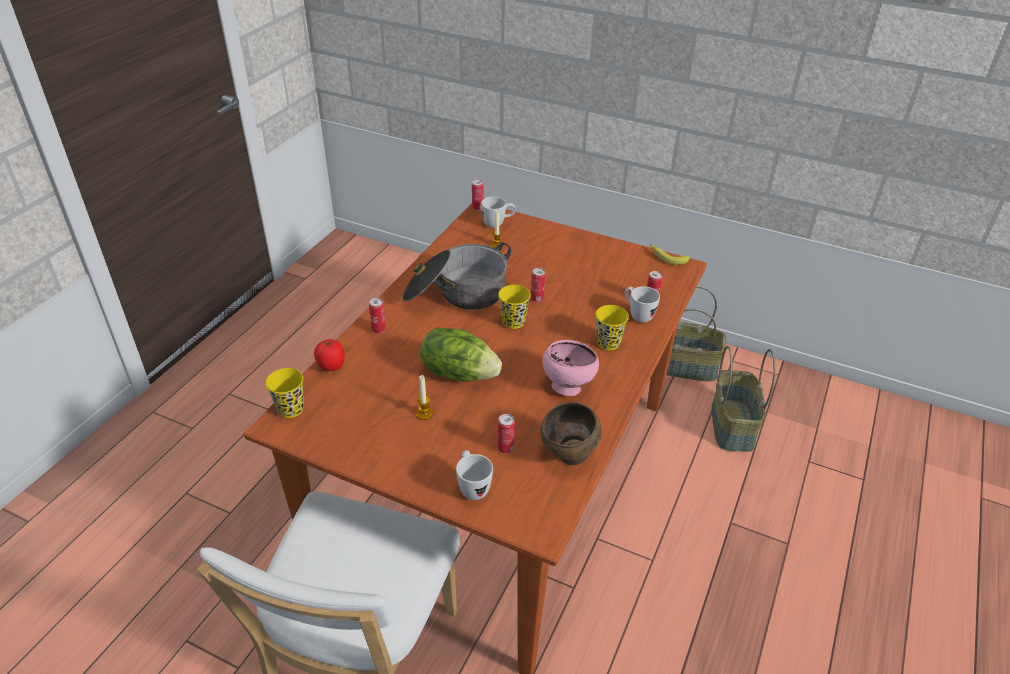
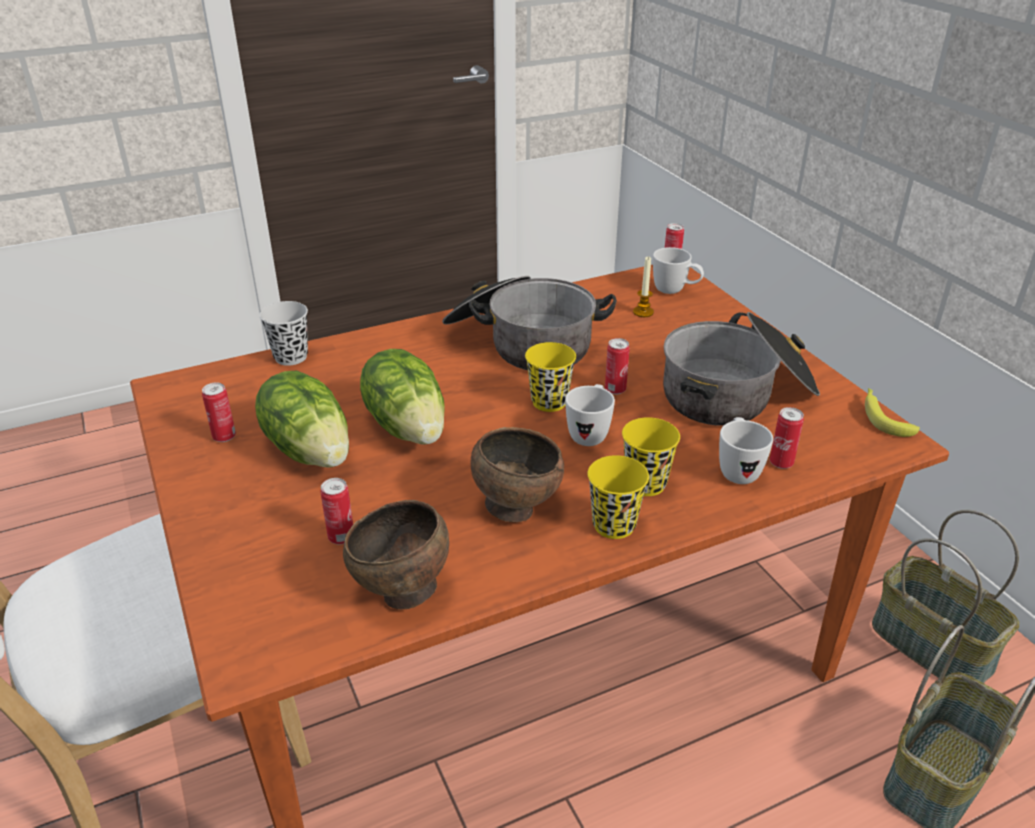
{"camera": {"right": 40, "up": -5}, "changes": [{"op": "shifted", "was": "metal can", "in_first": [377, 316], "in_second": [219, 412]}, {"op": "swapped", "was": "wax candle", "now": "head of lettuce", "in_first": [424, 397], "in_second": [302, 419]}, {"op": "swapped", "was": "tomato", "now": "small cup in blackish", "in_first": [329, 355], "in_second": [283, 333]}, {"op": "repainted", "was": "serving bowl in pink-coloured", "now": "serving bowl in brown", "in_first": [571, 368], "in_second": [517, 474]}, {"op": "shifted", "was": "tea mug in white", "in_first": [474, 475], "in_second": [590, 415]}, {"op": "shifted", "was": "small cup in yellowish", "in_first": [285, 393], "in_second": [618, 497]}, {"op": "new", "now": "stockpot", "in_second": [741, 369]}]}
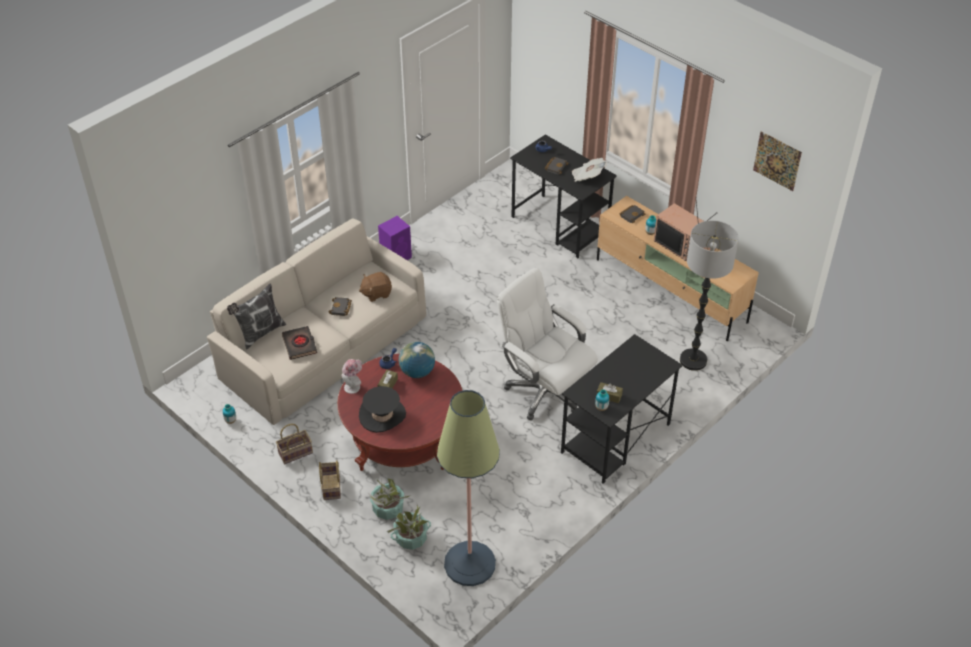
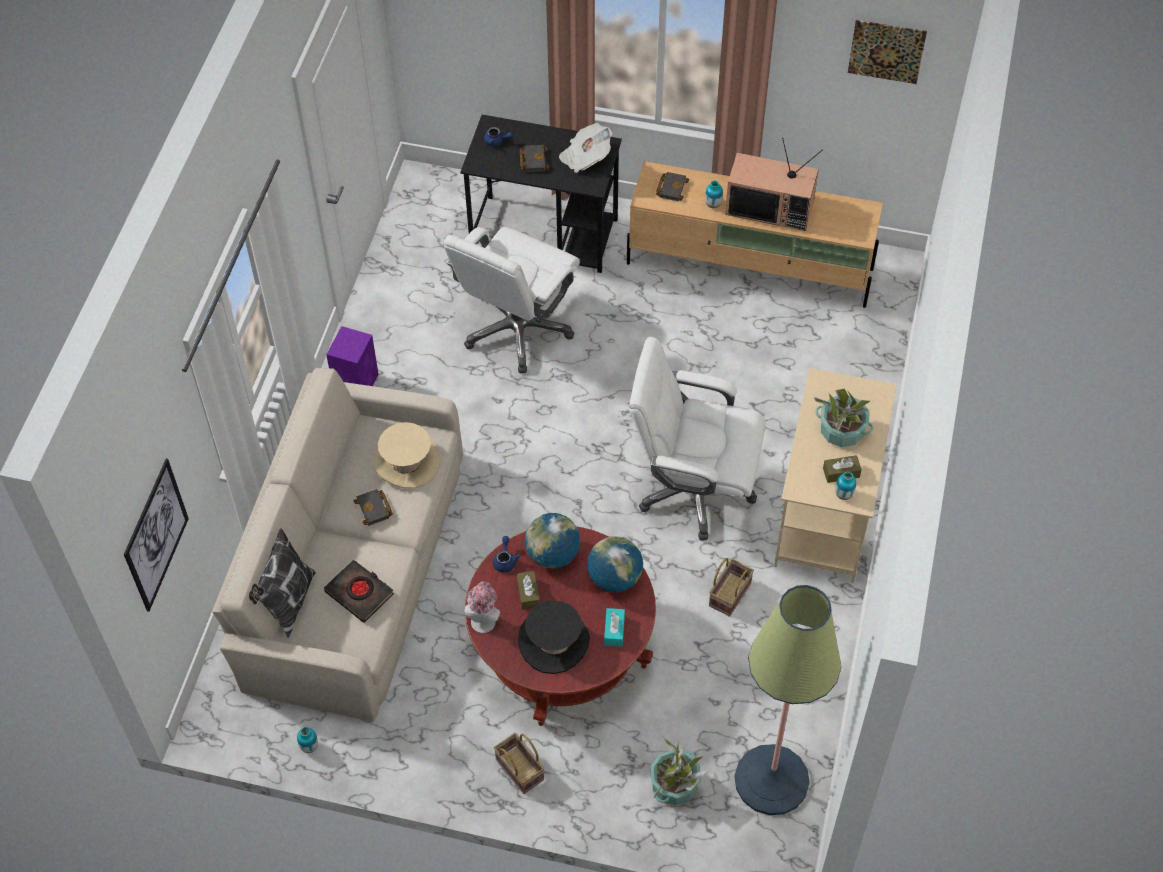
{"camera": {"right": -30, "up": 10}, "changes": [{"op": "new", "now": "picture", "in_second": [156, 535]}, {"op": "swapped", "was": "plush toy in brown", "now": "wearable hat in beige-coloured", "in_first": [375, 287], "in_second": [407, 455]}, {"op": "new", "now": "desk chair in white", "in_second": [512, 300]}, {"op": "new", "now": "world globe", "in_second": [615, 564]}, {"op": "new", "now": "box of tissues in turquoise", "in_second": [614, 627]}, {"op": "shifted", "was": "storage basket", "in_first": [294, 444], "in_second": [731, 587]}, {"op": "repainted", "was": "desk table in blackish", "now": "desk table in beige-coloured", "in_first": [622, 409], "in_second": [835, 475]}, {"op": "shifted", "was": "plant in a pot", "in_first": [389, 499], "in_second": [843, 418]}, {"op": "gone", "was": "standing lamp", "in_first": [709, 295]}]}
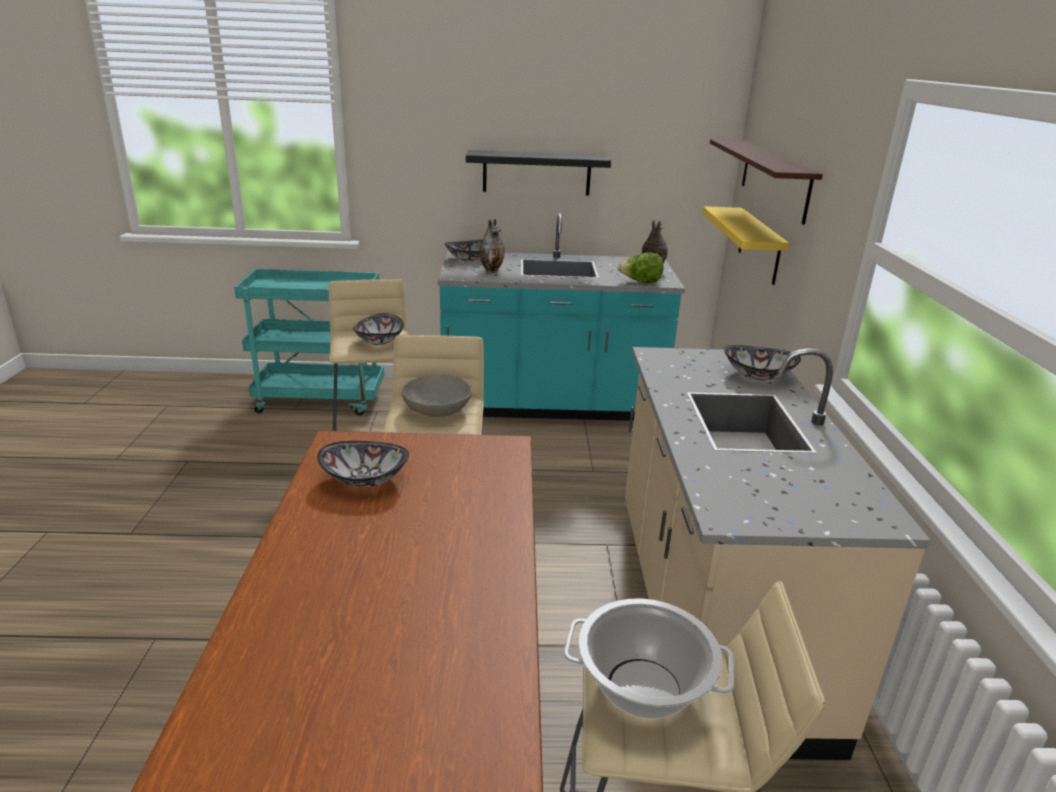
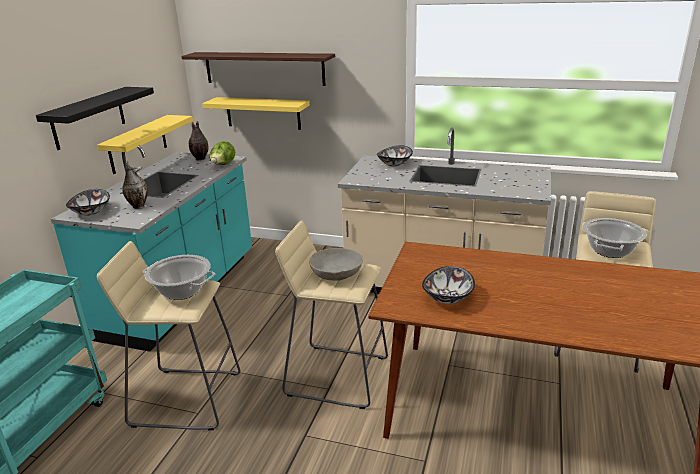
{"camera": {"right": -70, "up": 0}, "changes": [{"op": "new", "now": "wall shelf in yellowish", "in_second": [145, 144]}, {"op": "swapped", "was": "serving bowl", "now": "stockpot", "in_first": [378, 329], "in_second": [179, 277]}]}
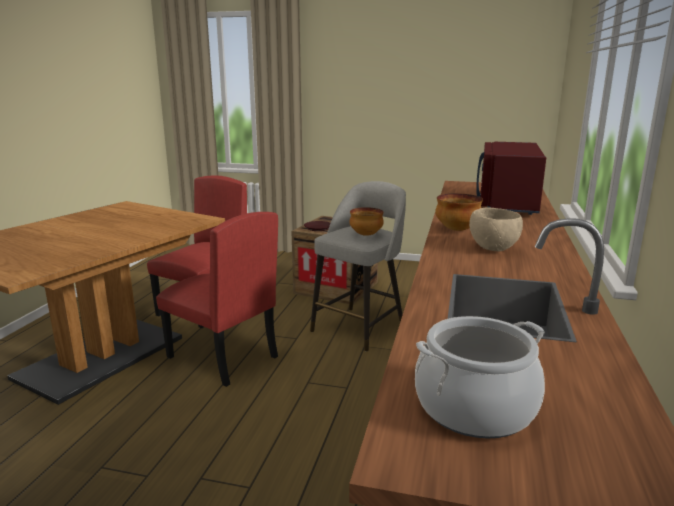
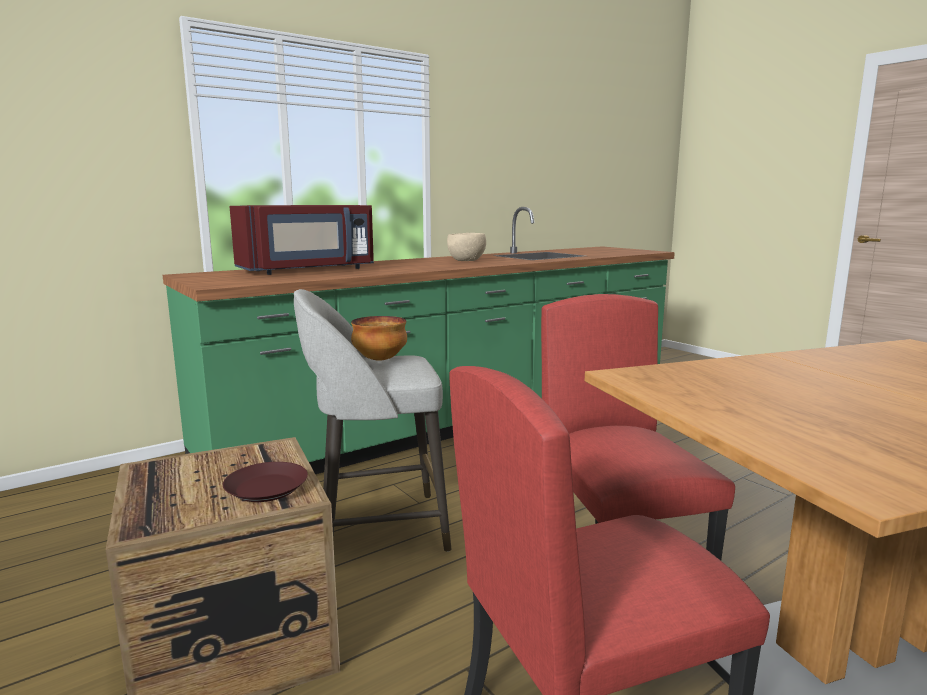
{"camera": {"right": -140, "up": -5}, "changes": [{"op": "gone", "was": "stockpot", "in_first": [480, 377]}, {"op": "gone", "was": "serving bowl", "in_first": [459, 212]}]}
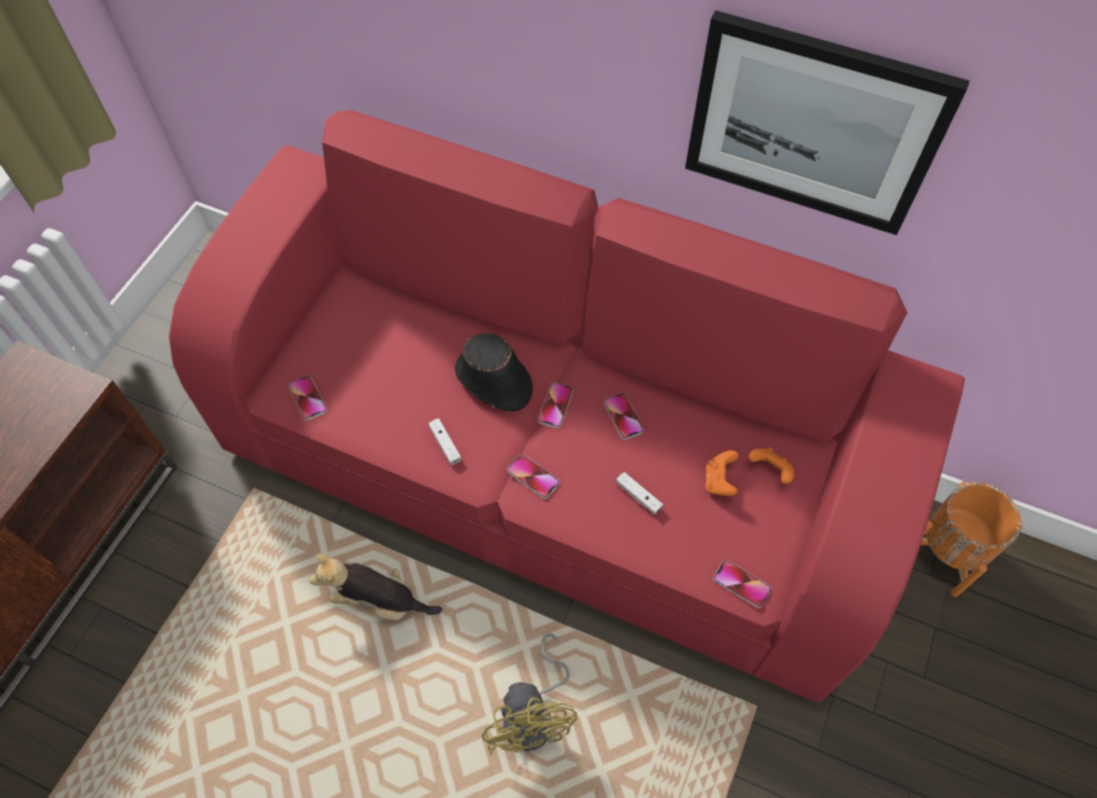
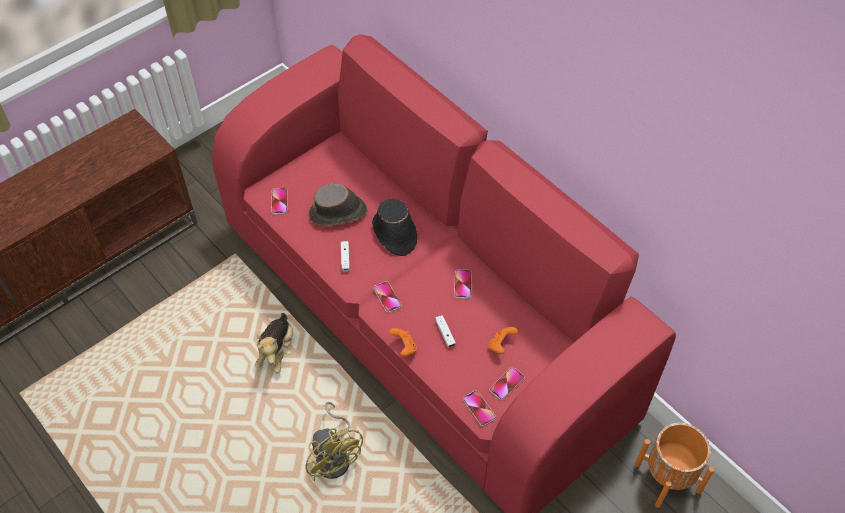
{"camera": {"right": 25, "up": -5}, "changes": [{"op": "rotated", "was": "plush toy", "in_first": [375, 587], "in_second": [274, 343], "clockwise": -120}, {"op": "rotated", "was": "electric fan in yellowish", "in_first": [529, 694], "in_second": [334, 441], "clockwise": -45}, {"op": "new", "now": "wearable hat in brown", "in_second": [338, 204]}, {"op": "shifted", "was": "gamepad in orange-coloured", "in_first": [771, 465], "in_second": [403, 342]}, {"op": "shifted", "was": "handset", "in_first": [556, 405], "in_second": [506, 383]}, {"op": "gone", "was": "picture", "in_first": [827, 122]}]}
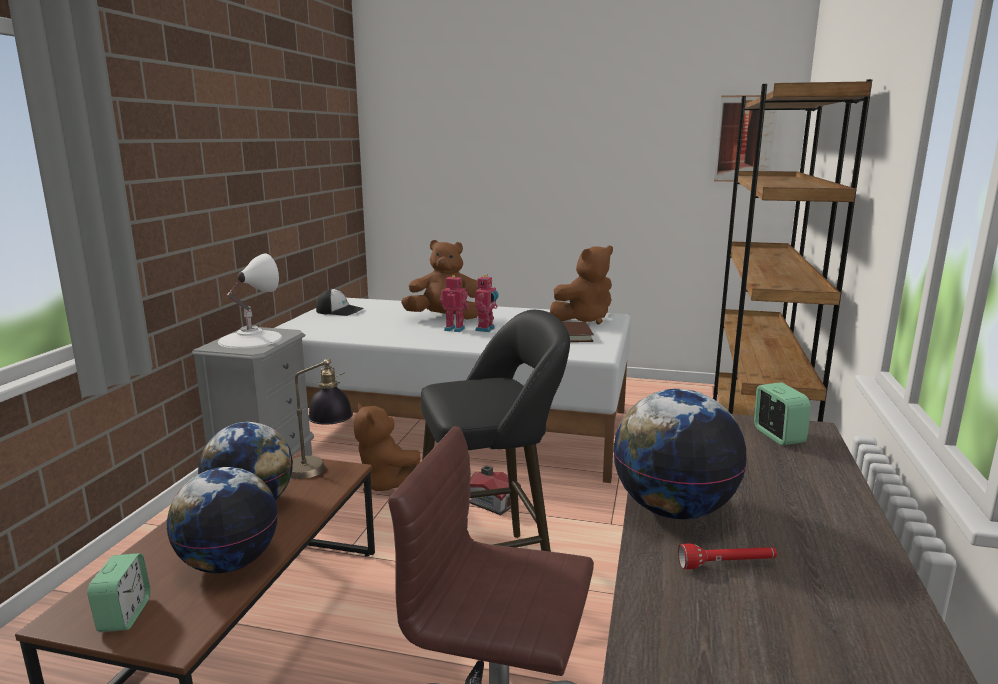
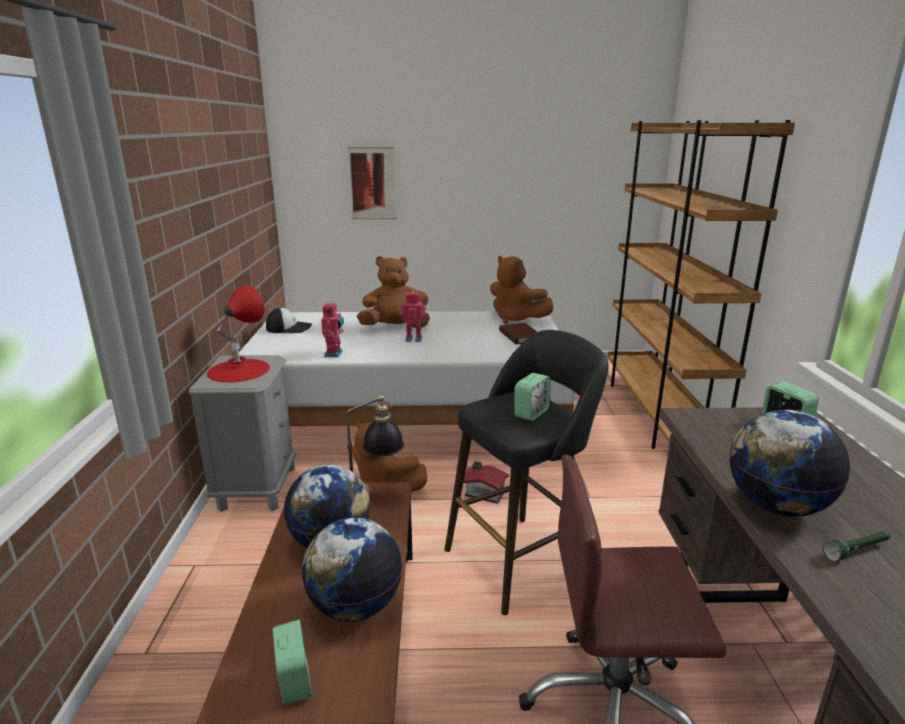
{"camera": {"right": -15, "up": 5}, "changes": [{"op": "repainted", "was": "lamp for a table in white", "now": "lamp for a table in red-coloured", "in_first": [250, 301], "in_second": [238, 334]}, {"op": "shifted", "was": "model robot", "in_first": [486, 303], "in_second": [332, 329]}, {"op": "shifted", "was": "picture", "in_first": [746, 138], "in_second": [372, 183]}, {"op": "rotated", "was": "plush toy in brown", "in_first": [581, 285], "in_second": [522, 290], "clockwise": 90}, {"op": "new", "now": "alarm clock", "in_second": [532, 397]}, {"op": "repainted", "was": "flashlight in red-coloured", "now": "flashlight in greenish", "in_first": [727, 556], "in_second": [857, 546]}]}
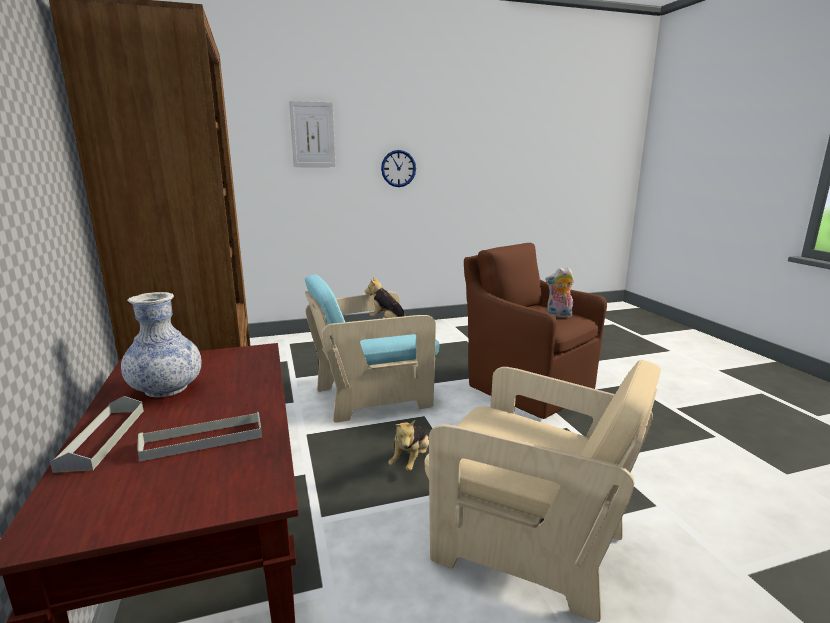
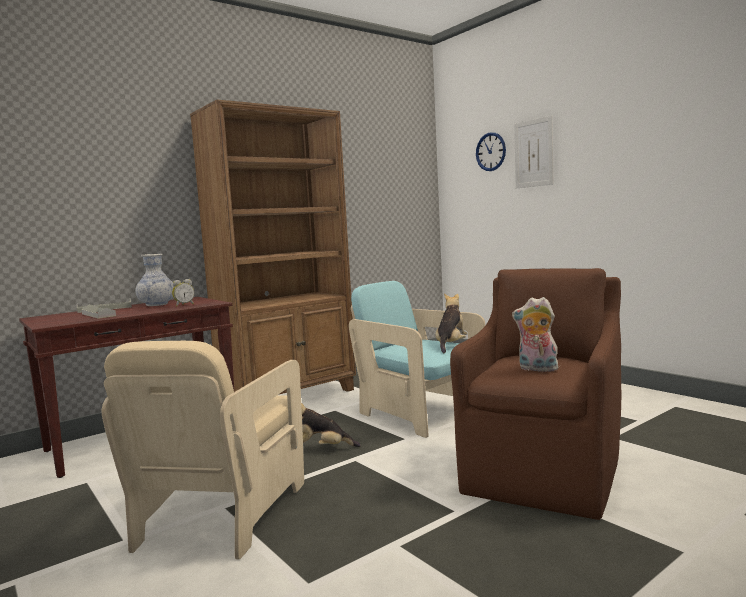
{"camera": {"right": 70, "up": -10}, "changes": [{"op": "new", "now": "alarm clock", "in_second": [183, 292]}, {"op": "shifted", "was": "hanging clock", "in_first": [398, 168], "in_second": [491, 151]}, {"op": "rotated", "was": "plush toy", "in_first": [559, 293], "in_second": [535, 334], "clockwise": -45}]}
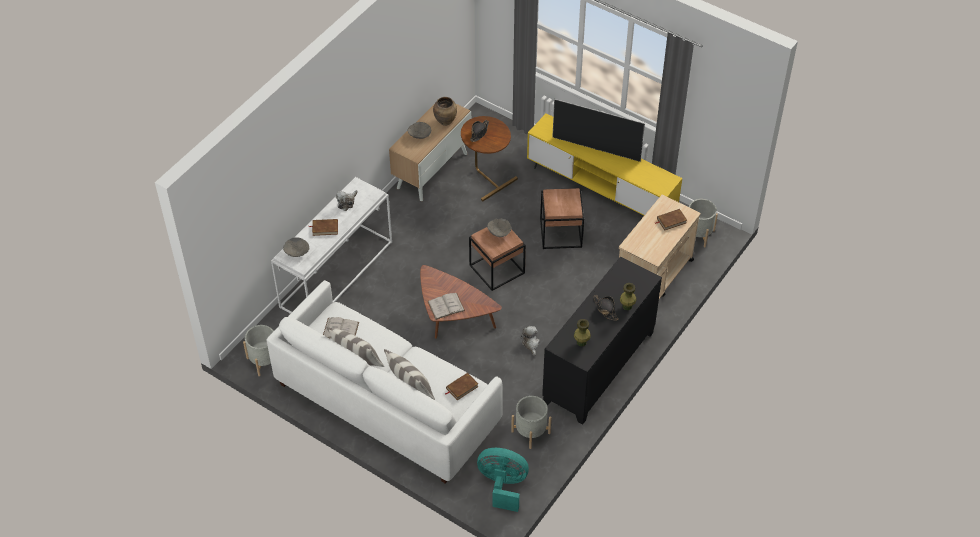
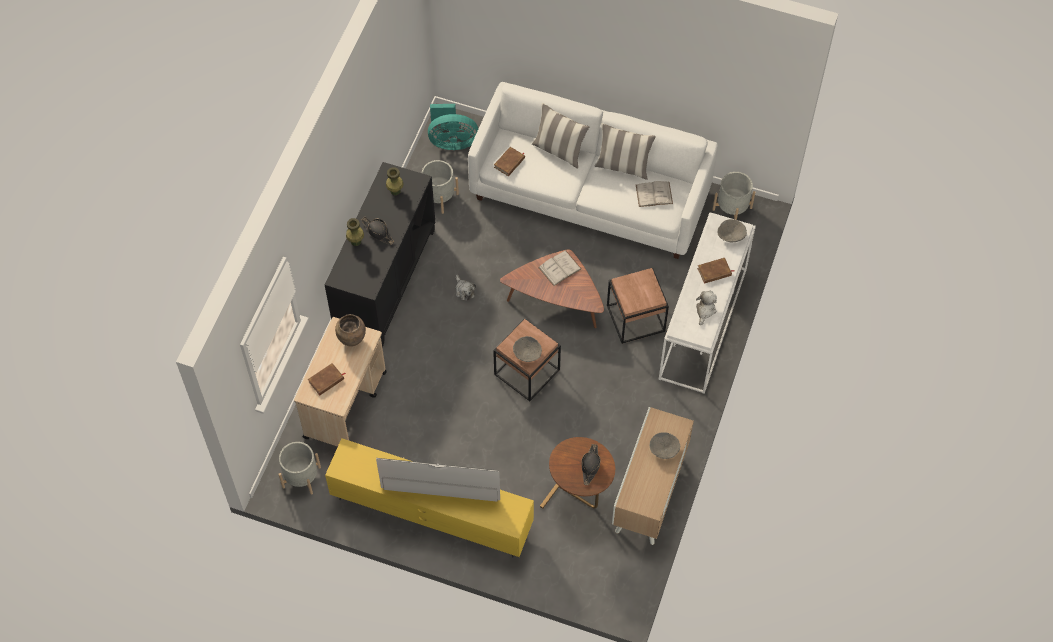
{"camera": {"right": 165, "up": 10}, "changes": [{"op": "shifted", "was": "vase in brown", "in_first": [445, 111], "in_second": [350, 330]}, {"op": "shifted", "was": "side table in brown", "in_first": [562, 218], "in_second": [638, 306]}]}
